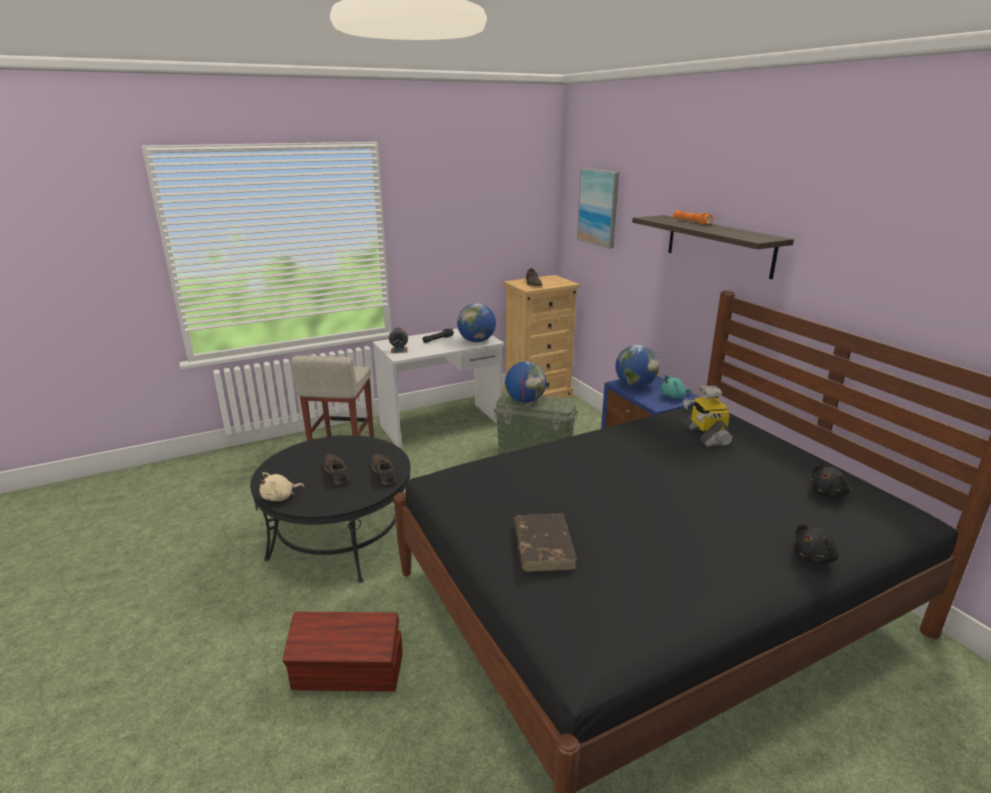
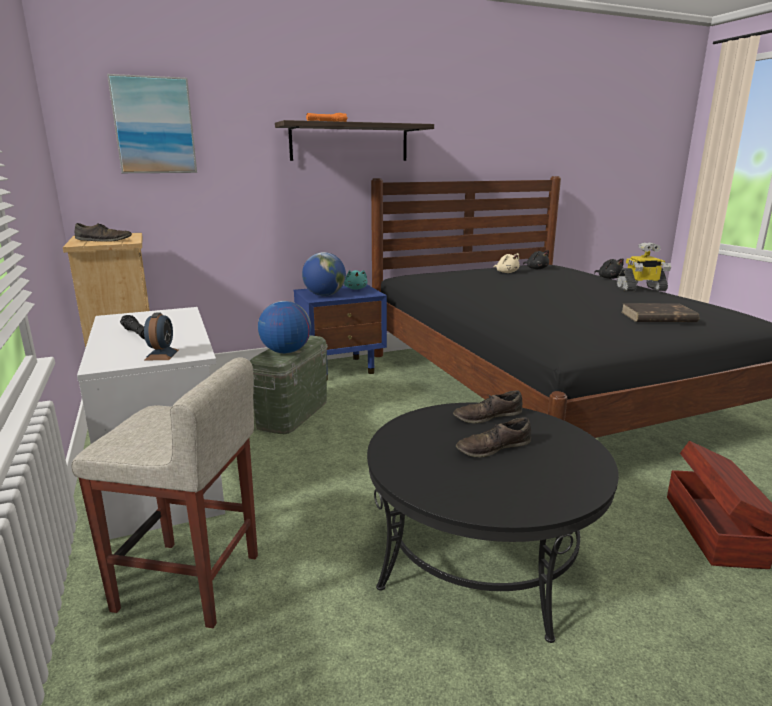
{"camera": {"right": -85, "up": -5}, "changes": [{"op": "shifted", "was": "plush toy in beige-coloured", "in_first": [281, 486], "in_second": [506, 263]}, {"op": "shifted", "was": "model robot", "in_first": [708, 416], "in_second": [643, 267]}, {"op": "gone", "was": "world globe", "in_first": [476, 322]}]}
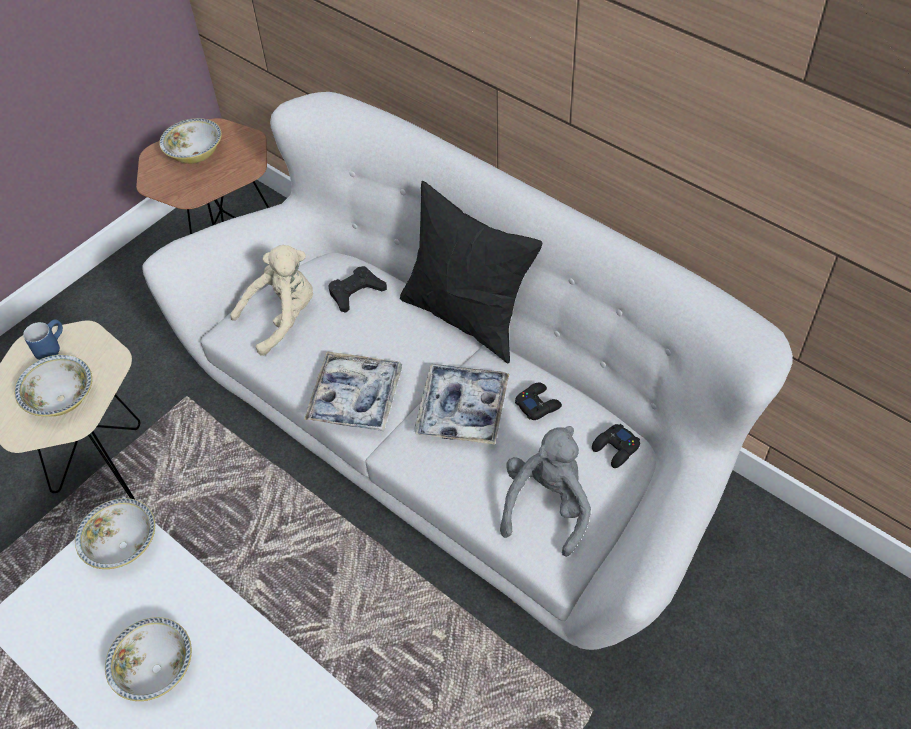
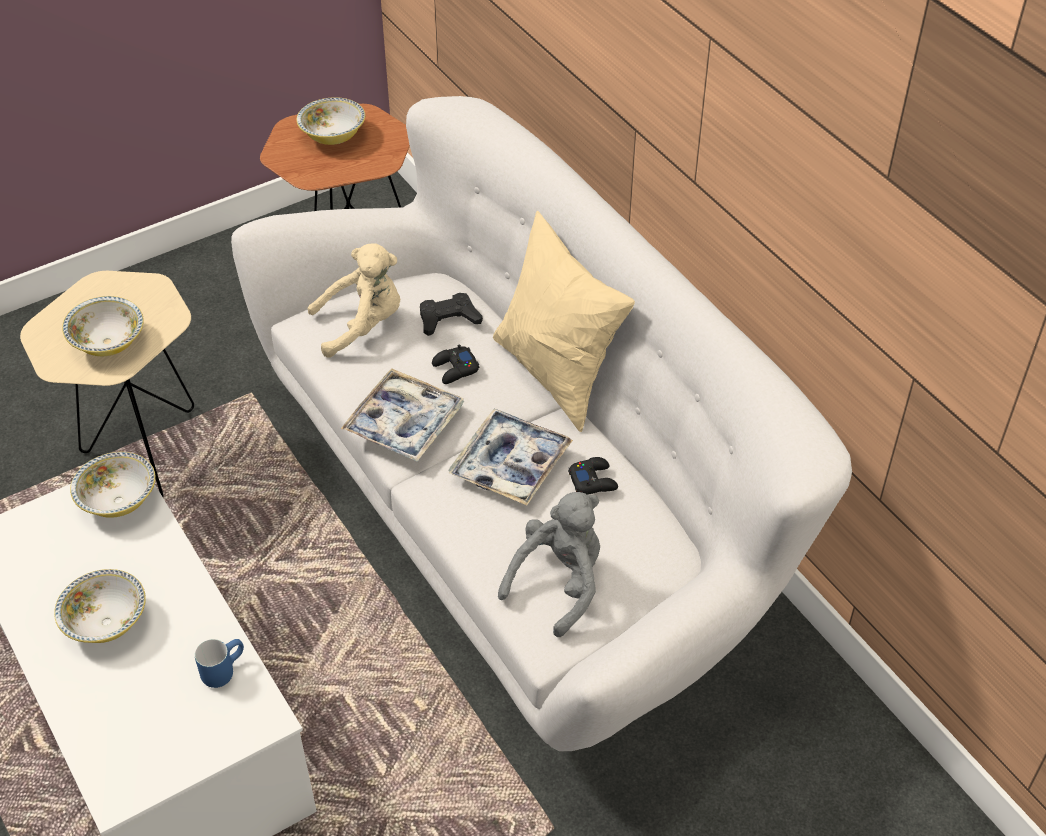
{"camera": {"right": 15, "up": -5}, "changes": [{"op": "shifted", "was": "tea mug in blue", "in_first": [43, 339], "in_second": [219, 663]}, {"op": "shifted", "was": "gamepad in blackish", "in_first": [616, 446], "in_second": [456, 364]}, {"op": "repainted", "was": "cushion in blackish", "now": "cushion in beige-coloured", "in_first": [471, 272], "in_second": [564, 321]}]}
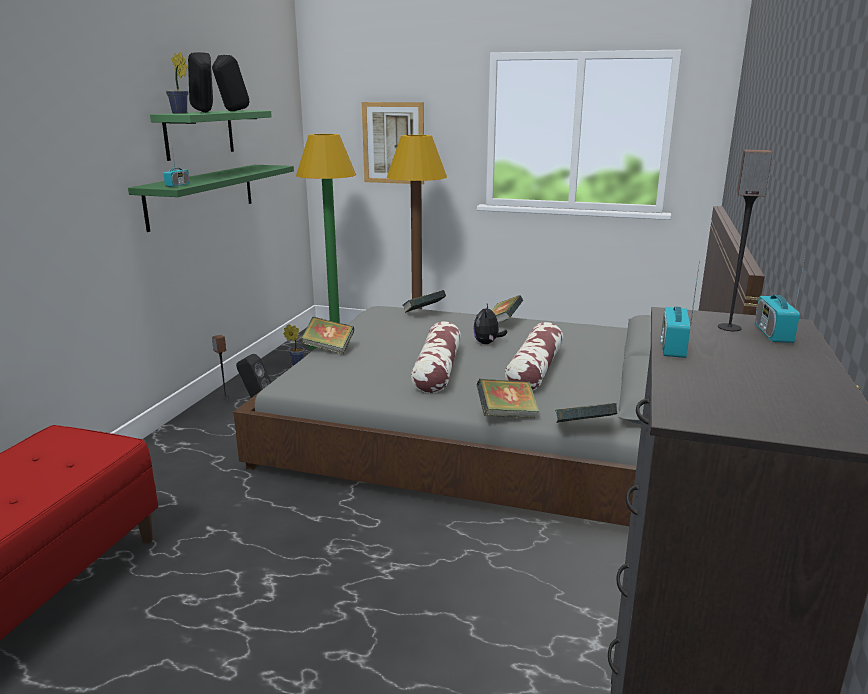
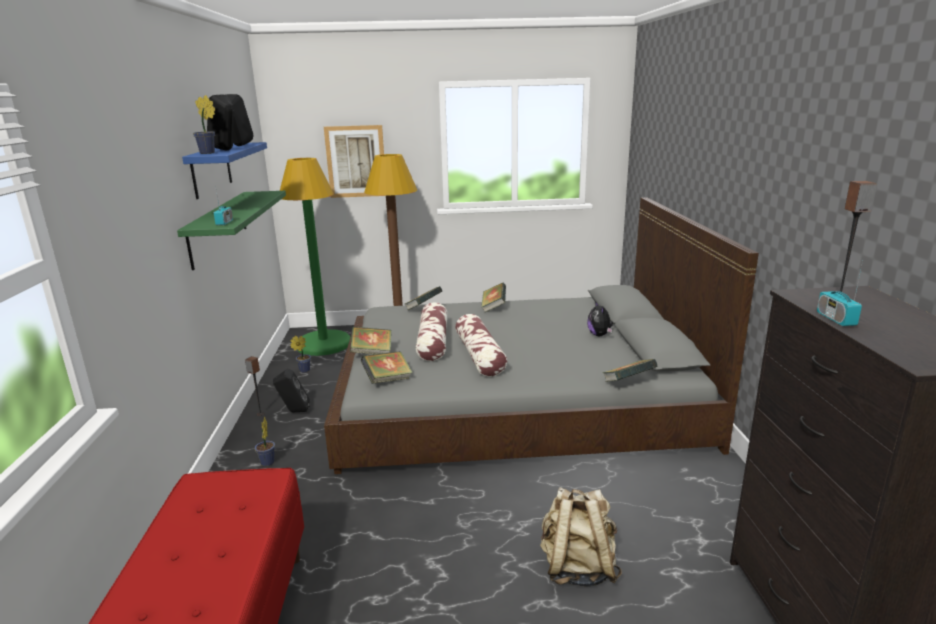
{"camera": {"right": -20, "up": 0}, "changes": [{"op": "repainted", "was": "wall shelf in greenish", "now": "wall shelf in blue", "in_first": [211, 135], "in_second": [224, 170]}, {"op": "new", "now": "plant in a pot", "in_second": [265, 441]}, {"op": "shifted", "was": "volume", "in_first": [508, 398], "in_second": [387, 367]}, {"op": "shifted", "was": "cushion", "in_first": [534, 356], "in_second": [432, 331]}, {"op": "new", "now": "backpack in beige-coloured", "in_second": [581, 537]}, {"op": "shifted", "was": "plush toy", "in_first": [490, 324], "in_second": [600, 318]}, {"op": "gone", "was": "radio", "in_first": [780, 298]}]}
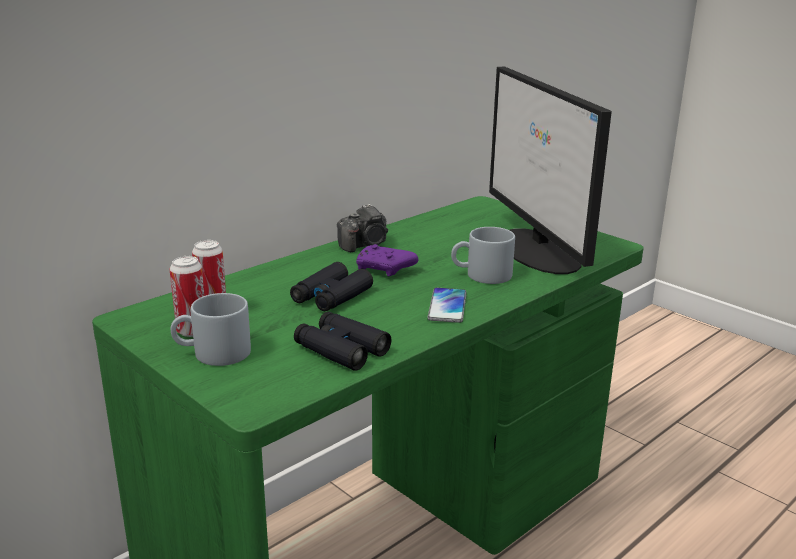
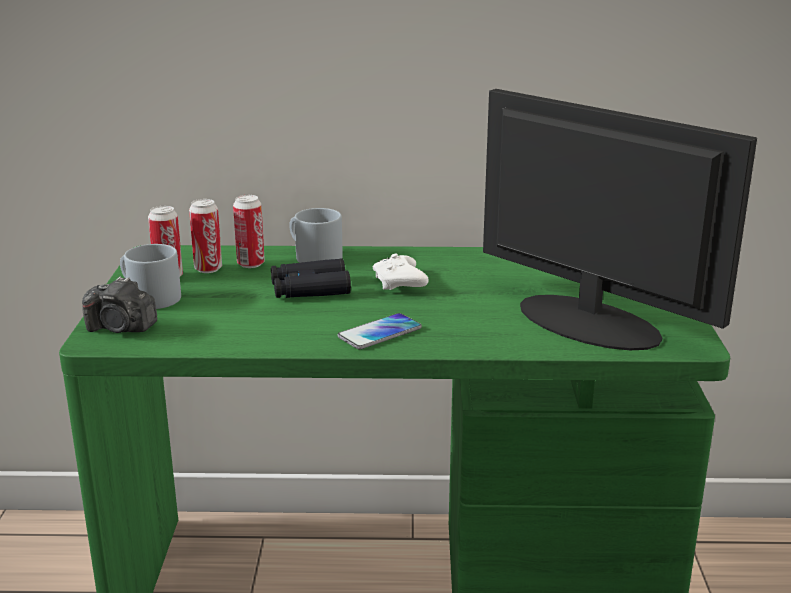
{"camera": {"right": 45, "up": 0}, "changes": [{"op": "shifted", "was": "photo camera", "in_first": [362, 228], "in_second": [119, 305]}, {"op": "new", "now": "metal can", "in_second": [249, 231]}, {"op": "shifted", "was": "tea mug in greyish", "in_first": [483, 255], "in_second": [316, 235]}, {"op": "repainted", "was": "gamepad in purple-coloured", "now": "gamepad in white", "in_first": [387, 260], "in_second": [401, 272]}, {"op": "rotated", "was": "monitor", "in_first": [550, 170], "in_second": [620, 219], "clockwise": 105}, {"op": "gone", "was": "pair of binoculars in blackish", "in_first": [342, 341]}]}
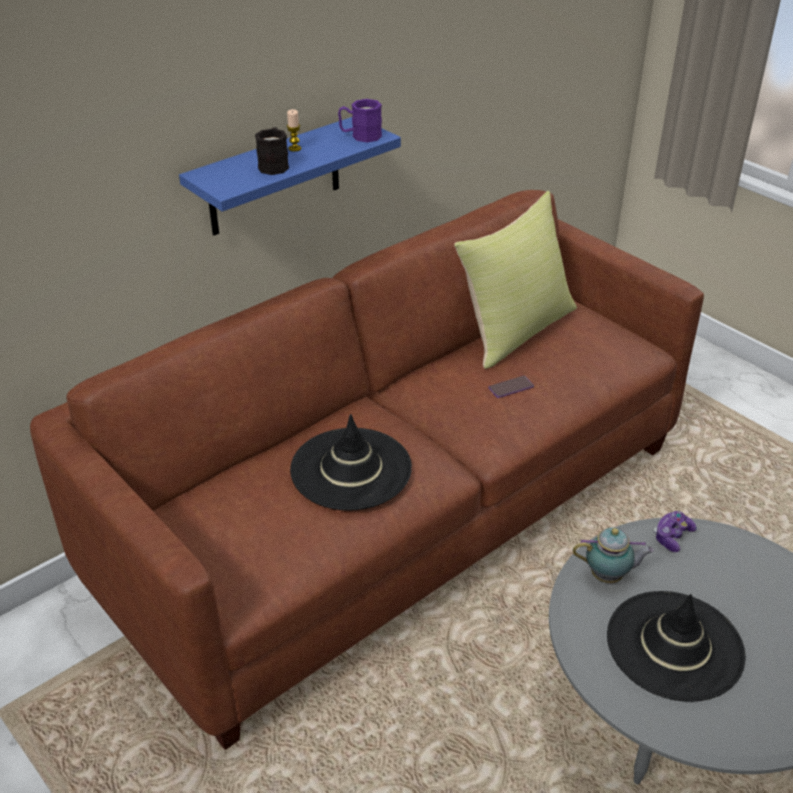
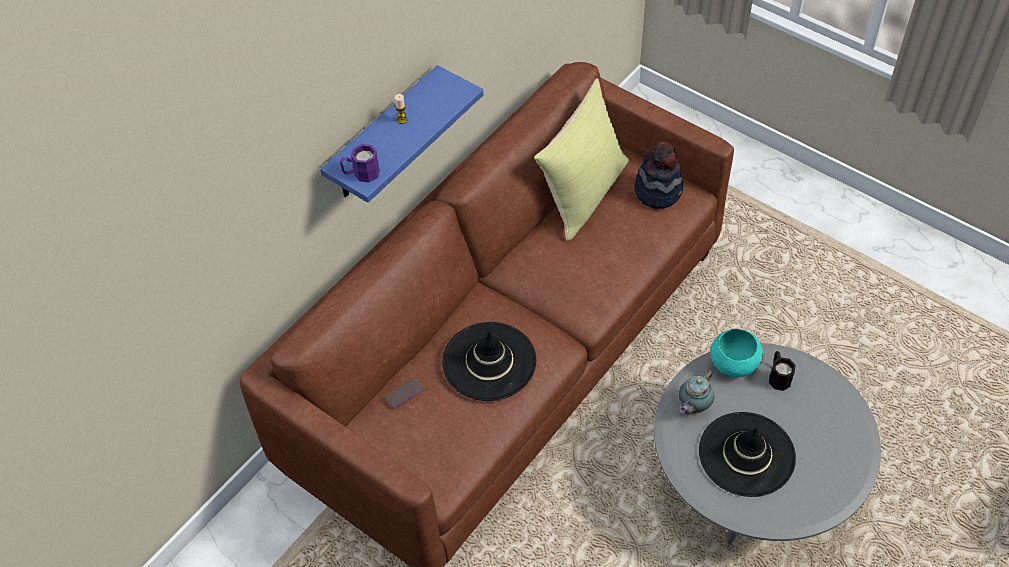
{"camera": {"right": -10, "up": 15}, "changes": [{"op": "shifted", "was": "tea mug in purple-coloured", "in_first": [360, 120], "in_second": [360, 163]}, {"op": "shifted", "was": "handset", "in_first": [511, 387], "in_second": [404, 393]}, {"op": "new", "now": "wearable hat", "in_second": [658, 175]}, {"op": "rotated", "was": "tea pot", "in_first": [613, 555], "in_second": [696, 392], "clockwise": 135}, {"op": "swapped", "was": "gamepad", "now": "serving bowl in turquoise", "in_first": [675, 531], "in_second": [737, 353]}, {"op": "shifted", "was": "tea mug in blackish", "in_first": [272, 151], "in_second": [782, 371]}]}
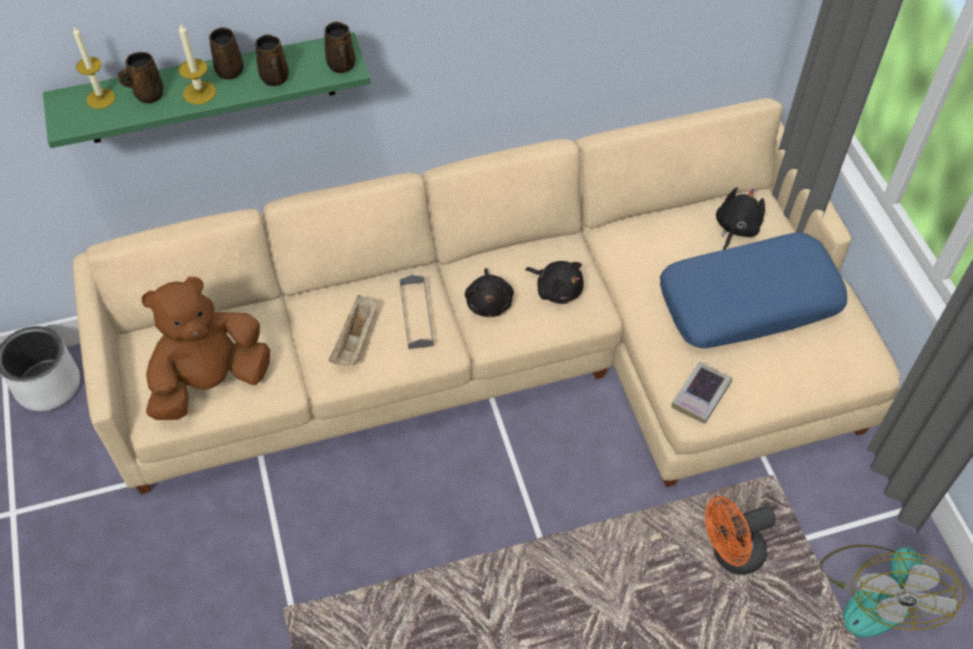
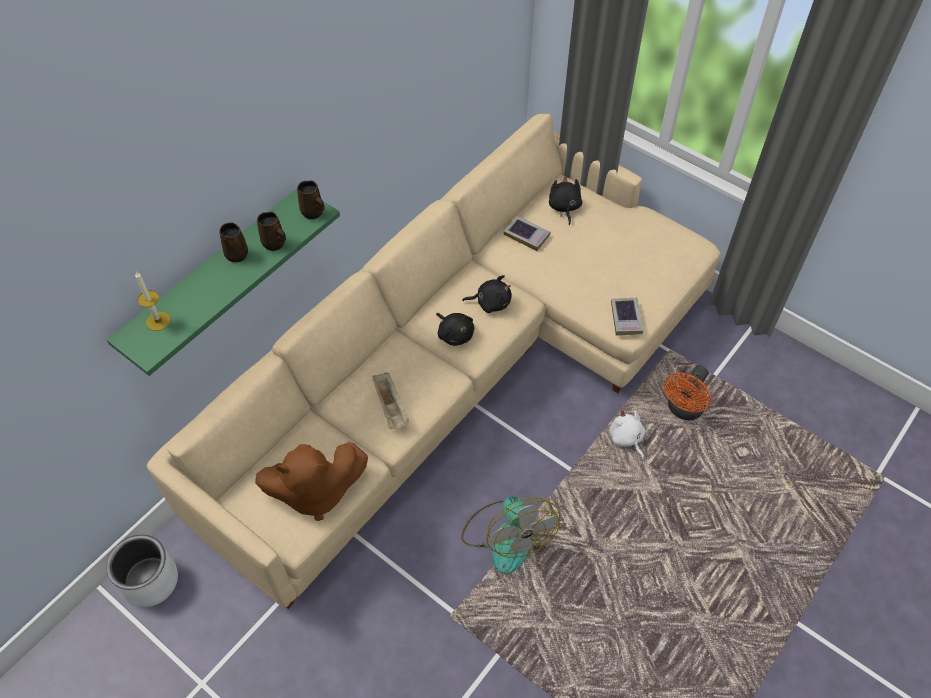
{"camera": {"right": -35, "up": 0}, "changes": [{"op": "rotated", "was": "plush toy in brown", "in_first": [205, 348], "in_second": [311, 481], "clockwise": -120}, {"op": "shifted", "was": "electric fan", "in_first": [892, 591], "in_second": [510, 535]}, {"op": "new", "now": "volume", "in_second": [527, 233]}, {"op": "new", "now": "plush toy in white", "in_second": [627, 435]}, {"op": "gone", "was": "tea mug in brown", "in_first": [140, 78]}, {"op": "gone", "was": "wax candle", "in_first": [197, 64]}, {"op": "gone", "was": "carrying tray in greyish", "in_first": [417, 312]}, {"op": "gone", "was": "cushion in blue", "in_first": [753, 290]}]}
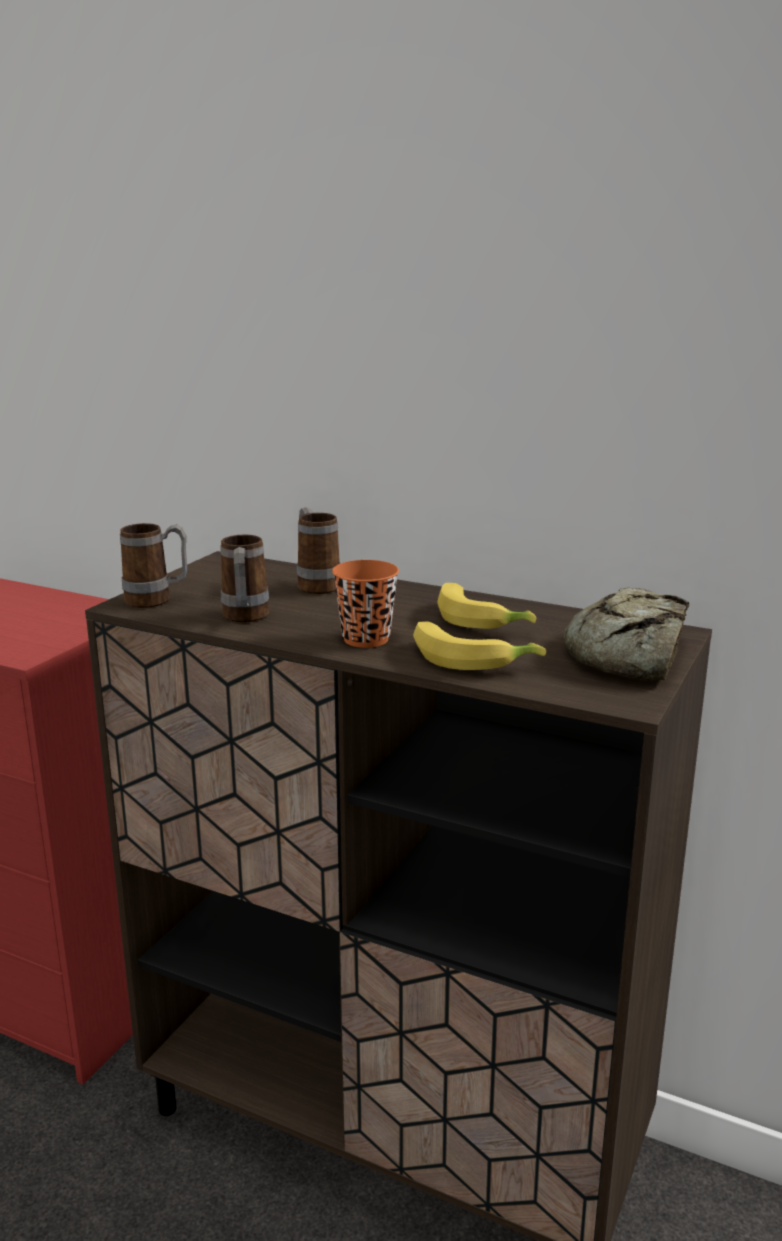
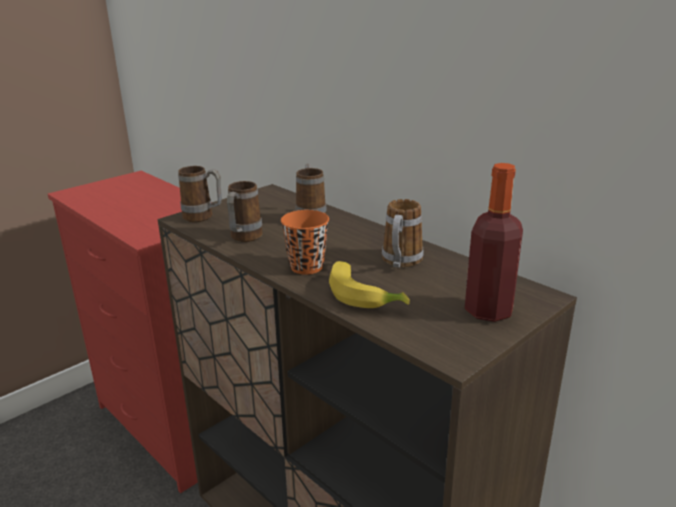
{"camera": {"right": 20, "up": 5}, "changes": [{"op": "swapped", "was": "banana fruit", "now": "tea mug", "in_first": [486, 606], "in_second": [403, 233]}, {"op": "swapped", "was": "bakery bread", "now": "drink bottle", "in_first": [626, 633], "in_second": [494, 242]}]}
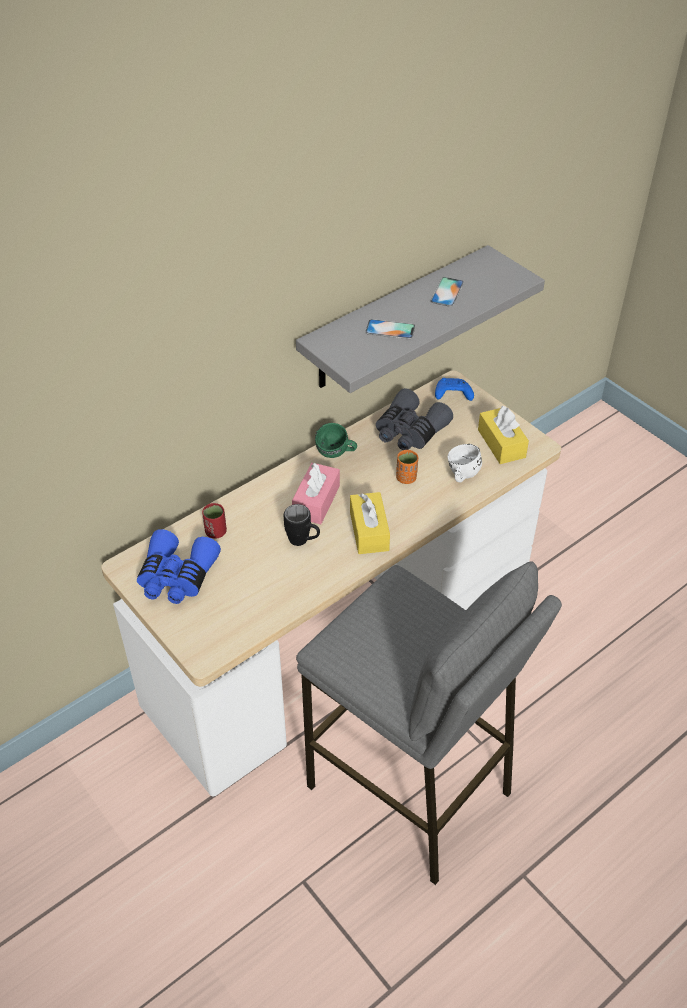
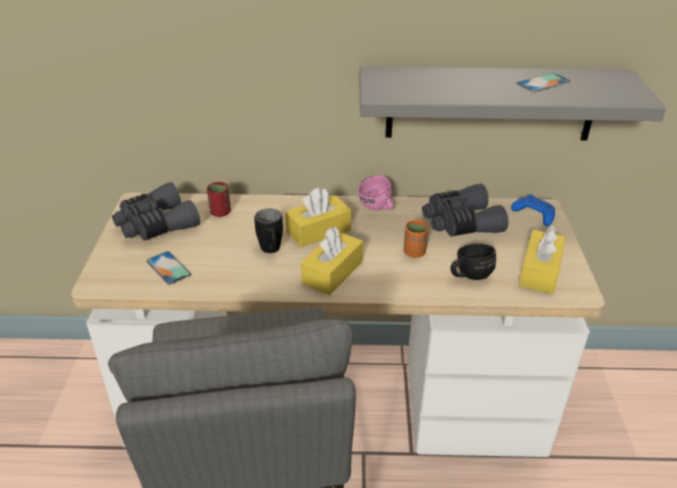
{"camera": {"right": 40, "up": -10}, "changes": [{"op": "repainted", "was": "pair of binoculars in blue", "now": "pair of binoculars in greyish", "in_first": [179, 566], "in_second": [156, 211]}, {"op": "shifted", "was": "handset", "in_first": [390, 329], "in_second": [168, 268]}, {"op": "repainted", "was": "box of tissues in pink-coloured", "now": "box of tissues in yellowish", "in_first": [316, 493], "in_second": [318, 217]}, {"op": "repainted", "was": "tea mug in greenish", "now": "tea mug in pink-coloured", "in_first": [336, 440], "in_second": [376, 192]}, {"op": "repainted", "was": "tea mug in white", "now": "tea mug in blackish", "in_first": [465, 463], "in_second": [473, 261]}]}
